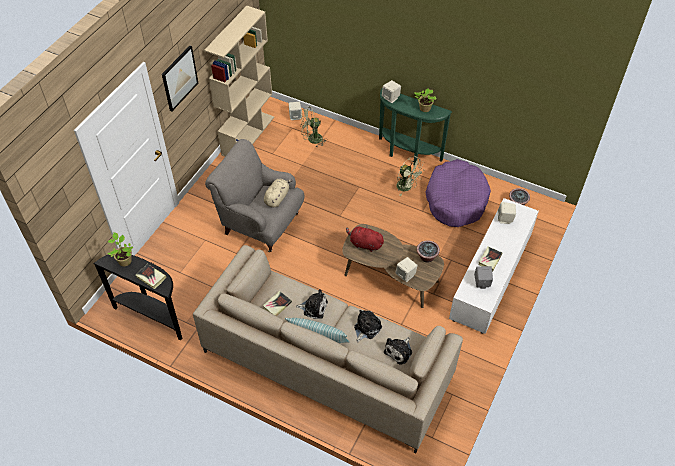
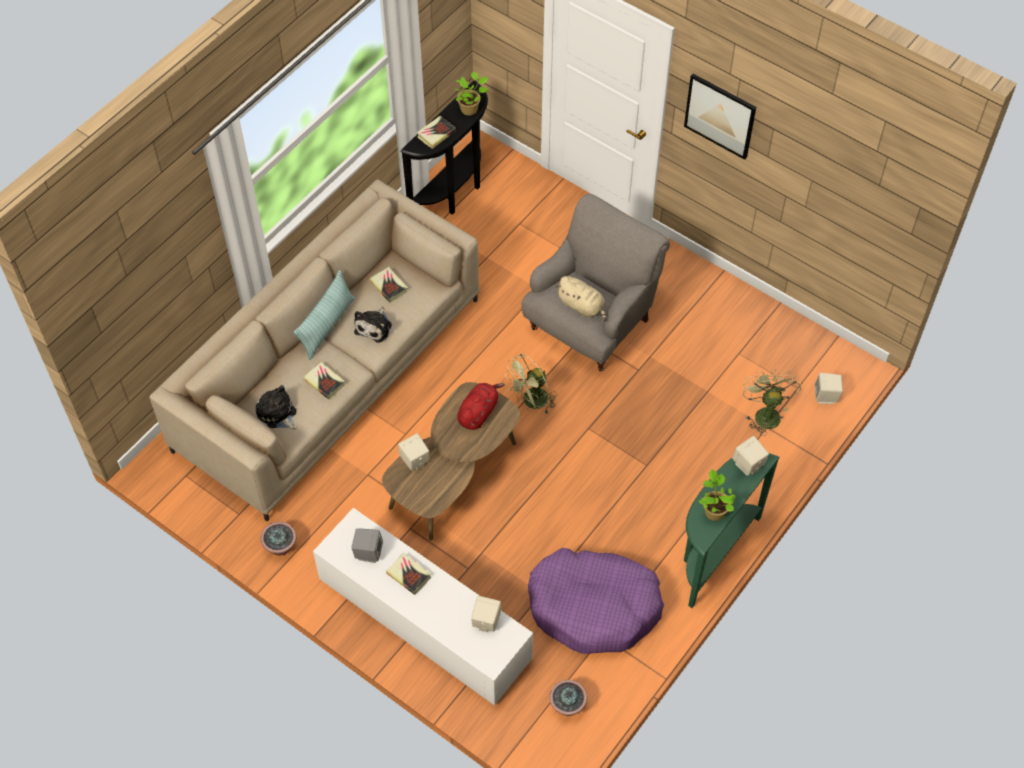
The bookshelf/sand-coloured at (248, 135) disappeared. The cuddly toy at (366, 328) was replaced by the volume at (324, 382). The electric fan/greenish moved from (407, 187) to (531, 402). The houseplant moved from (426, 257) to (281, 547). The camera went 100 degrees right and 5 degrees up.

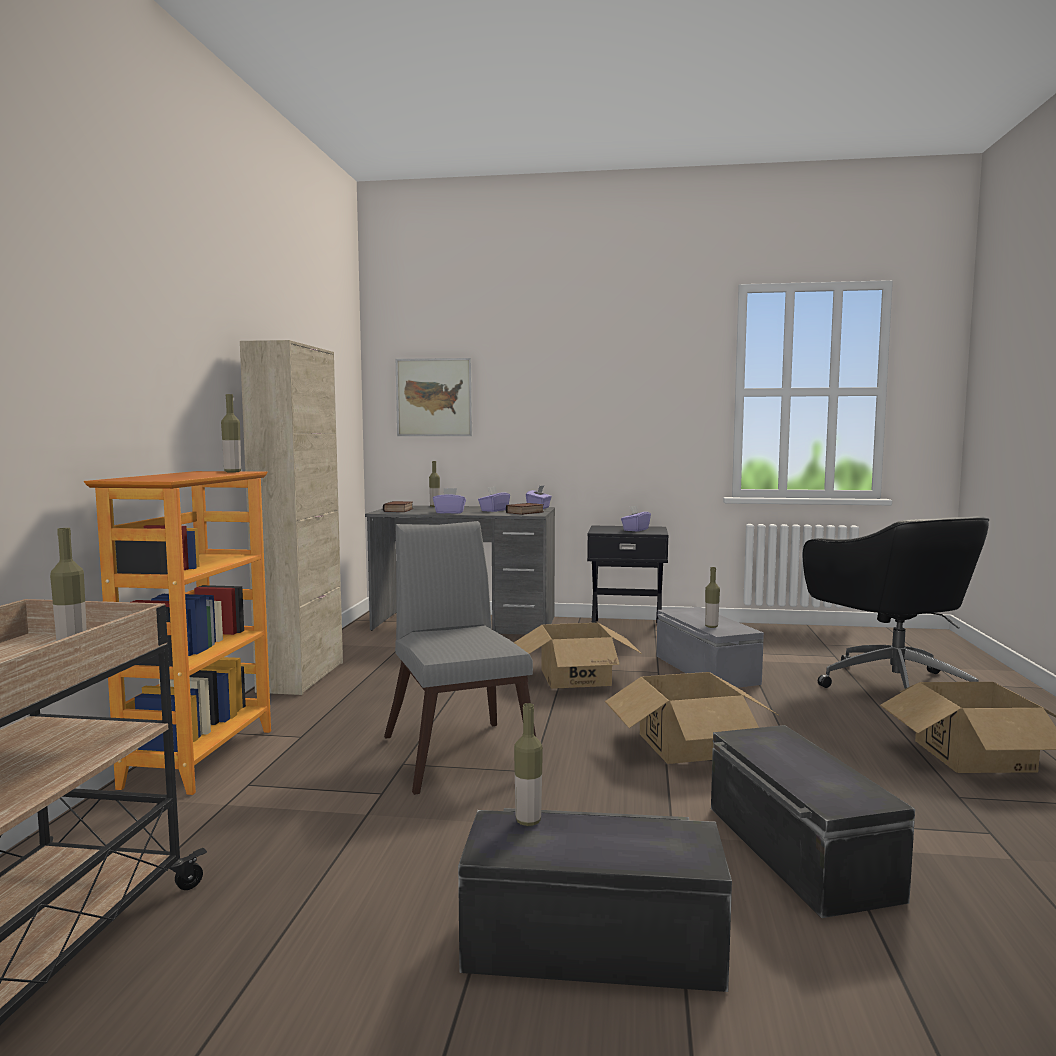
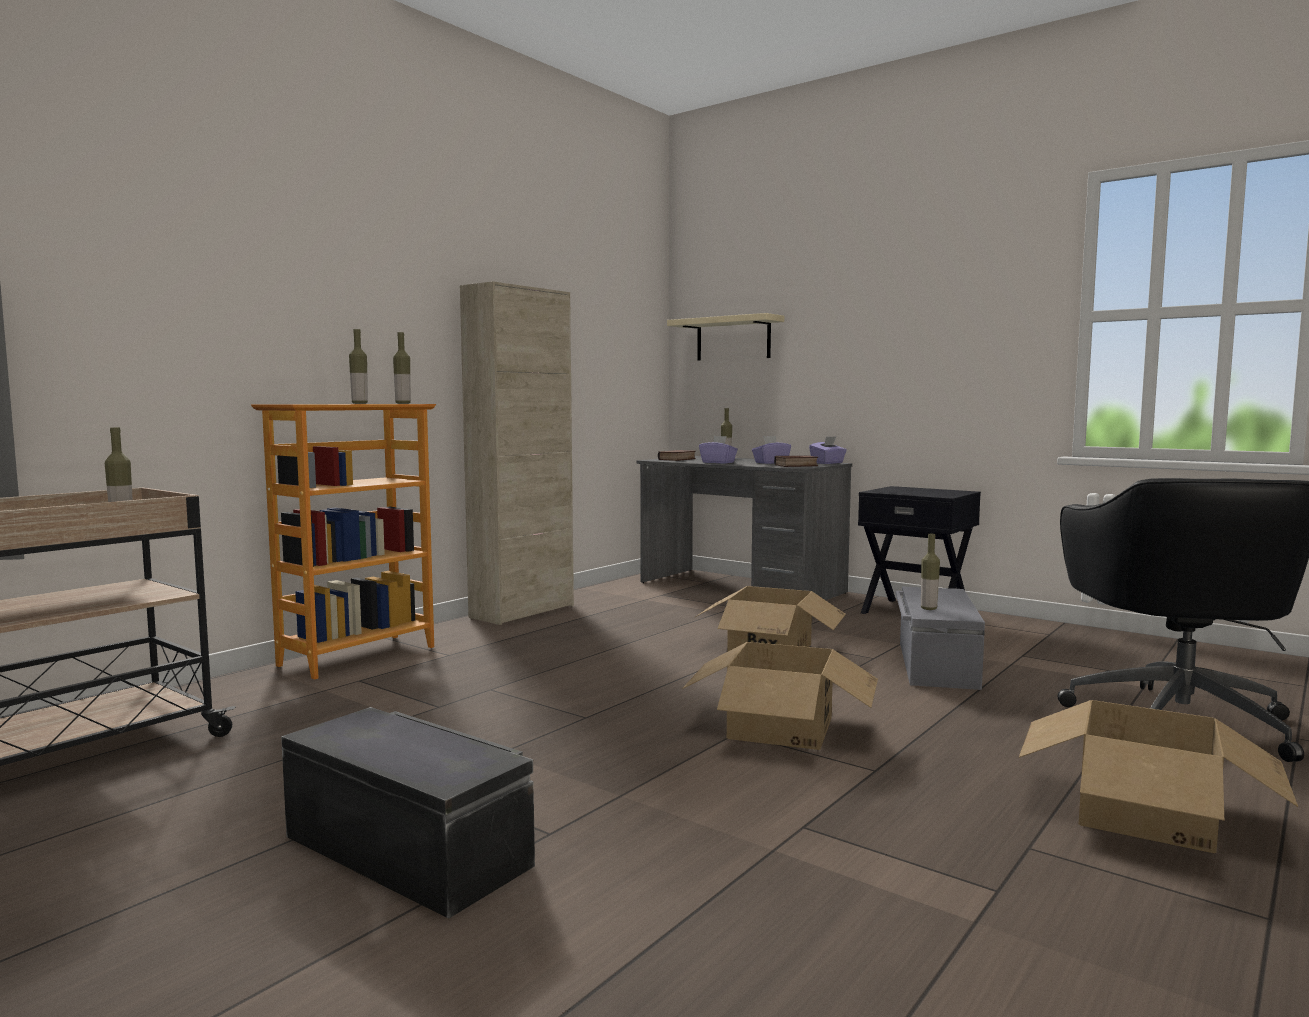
The chair/grey at (458, 750) disappeared. The wall picture at (434, 397) was replaced by the shelf/sand-coloured at (733, 339). The drink bottle moved from (528, 821) to (359, 403). The box of tissues/purple at (635, 530) disappeared. The storage box/black-coloured at (796, 851) disappeared. The camera went 30 degrees right and 0 degrees up.

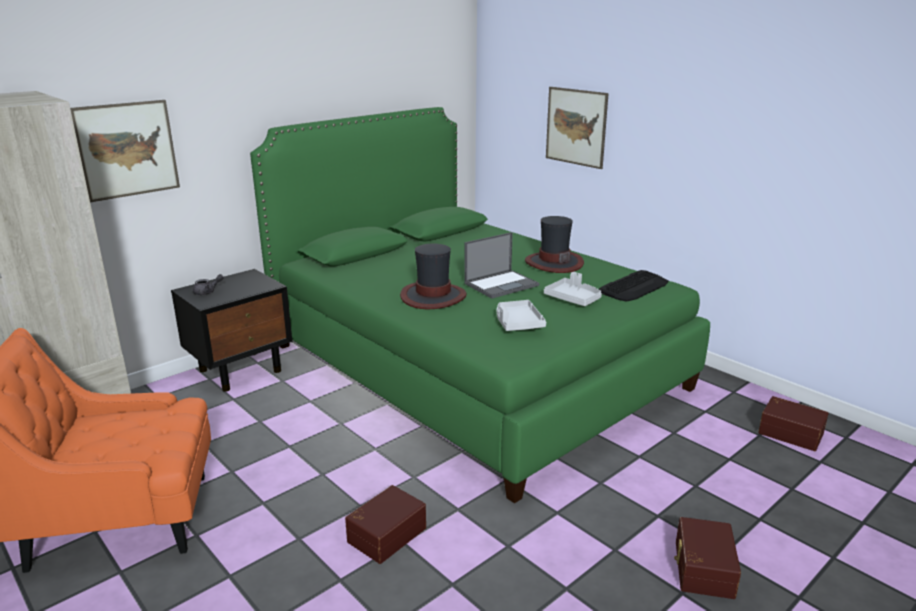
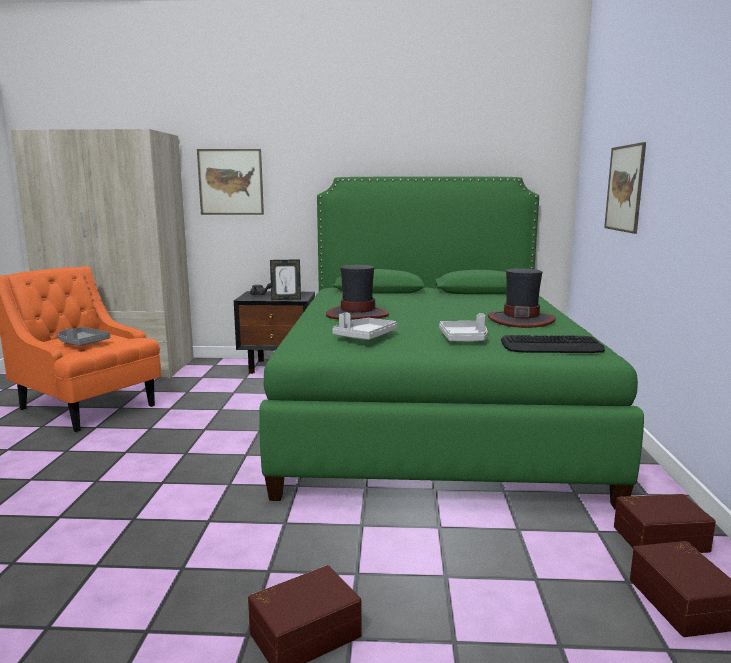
The storage box/brownish moved from (385, 534) to (659, 537). The laptop at (502, 284) disappeared. The carrying tray/grey at (82, 343) appeared. The picture frame at (286, 299) appeared. The camera went 45 degrees right and 10 degrees down.

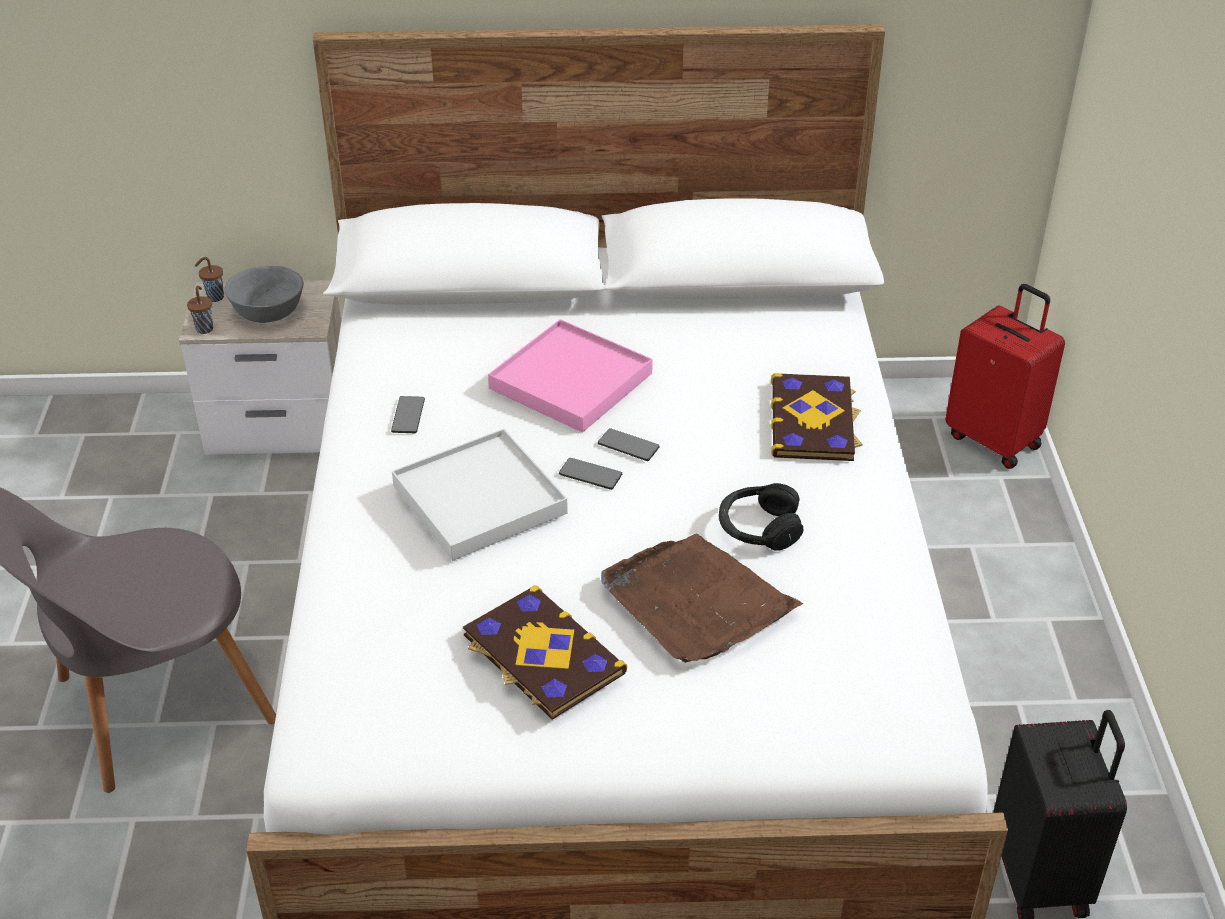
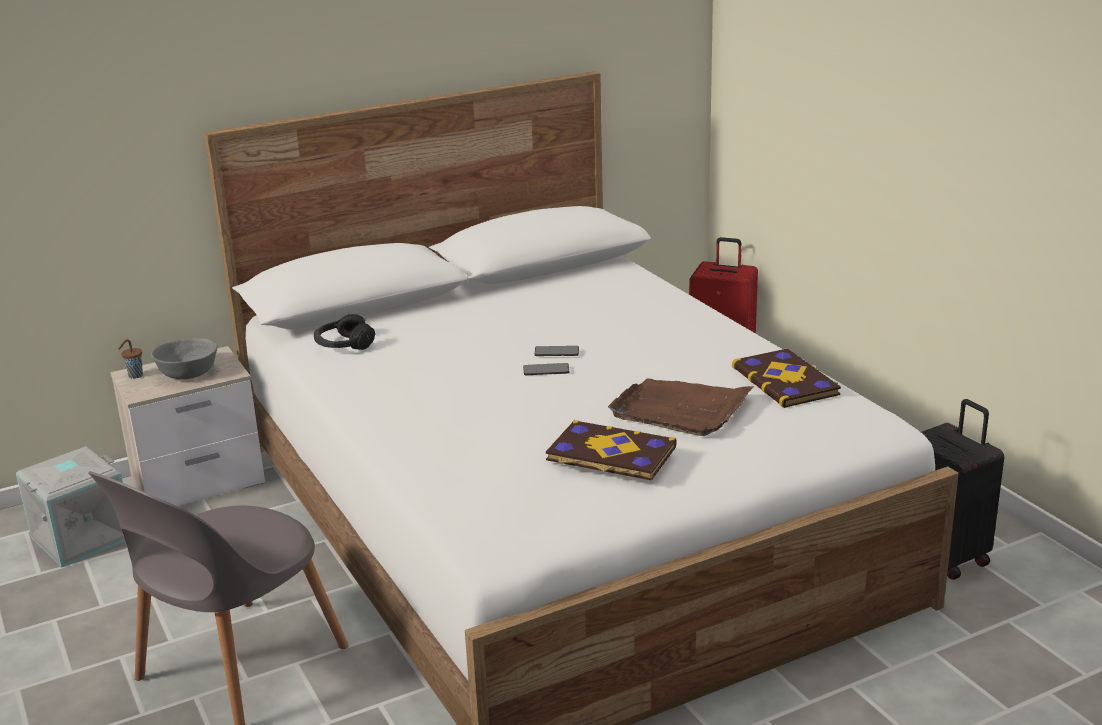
The small cup/brownish at (205, 328) disappeared. The telephone at (408, 416) disappeared. The carrying tray/white-coloured at (479, 500) disappeared. The carrying tray/pink-coloured at (571, 381) disappeared. The headset/black-coloured moved from (759, 528) to (343, 345). The volume moved from (813, 420) to (786, 381). The storage box/grey at (82, 536) appeared. The camera went 25 degrees left and 15 degrees down.

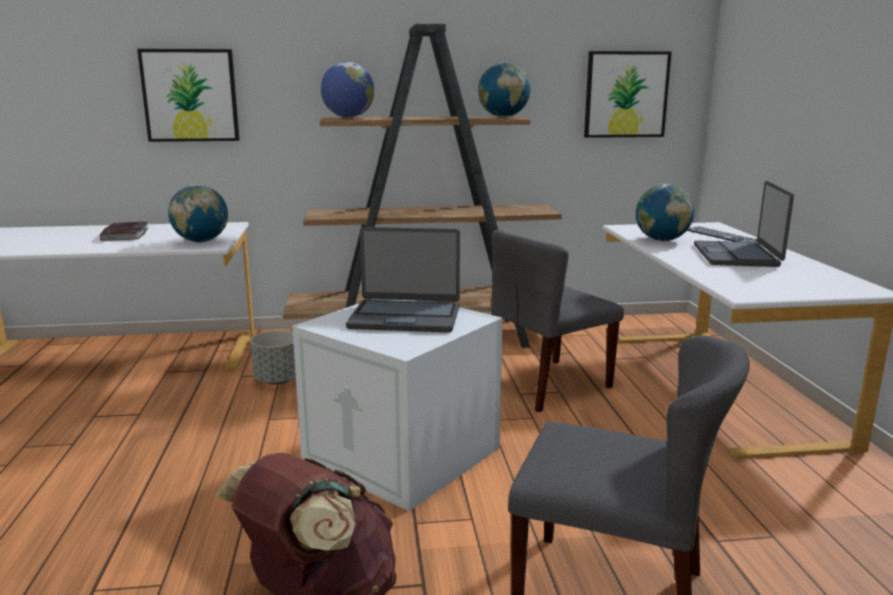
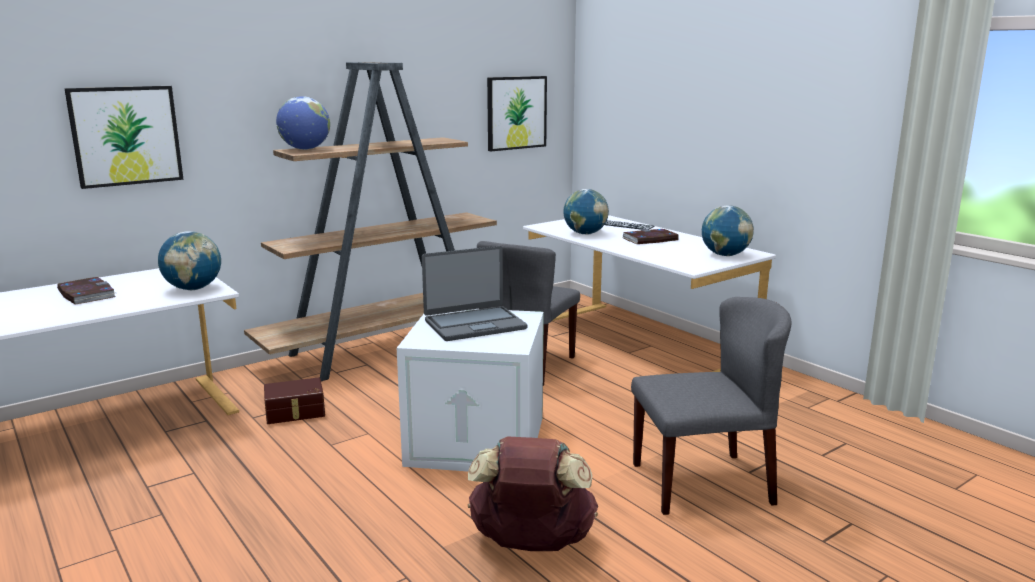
The plant pot/grey at (278, 380) was replaced by the storage box/brownish at (295, 412). The world globe moved from (503, 117) to (725, 255). The laptop at (737, 256) was replaced by the volume at (650, 239). The camera went 30 degrees left and 0 degrees up.

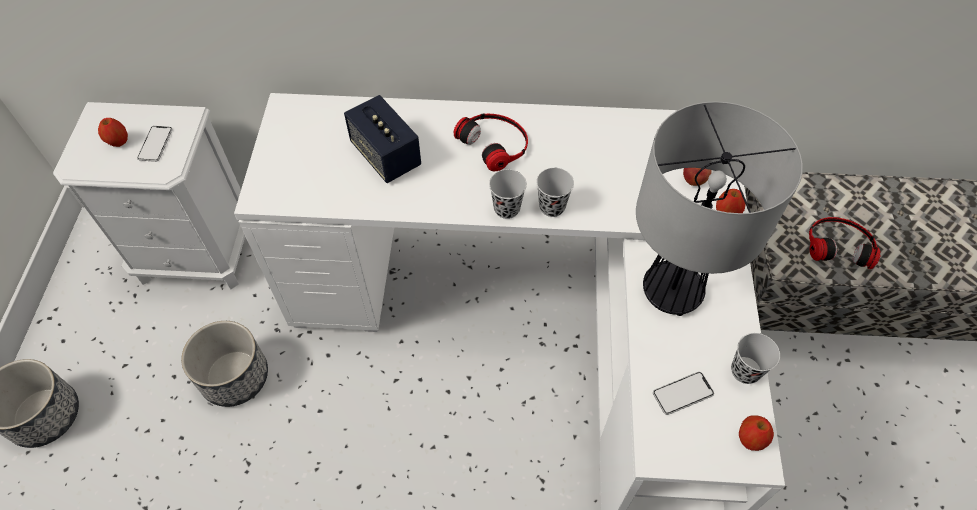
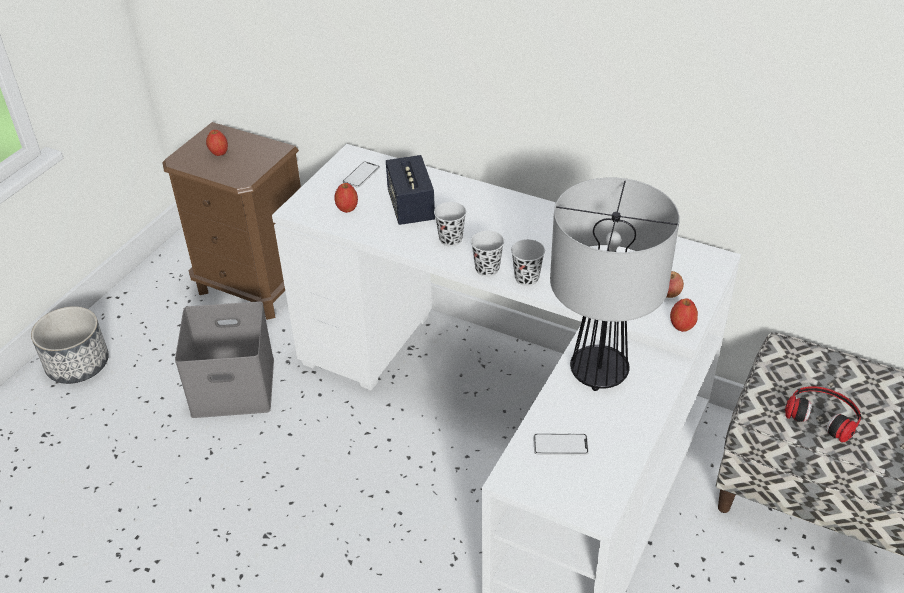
The nightstand/white-coloured at (198, 253) became the nightstand/brownish at (254, 285). The telephone moved from (155, 144) to (361, 175). The plant pot at (235, 376) was replaced by the storage box/grey at (235, 385). The headset at (495, 143) disappeared. The small cup/black-coloured moved from (745, 371) to (450, 239). The whole apple moved from (750, 439) to (347, 208). The camera went 25 degrees right and 15 degrees down.

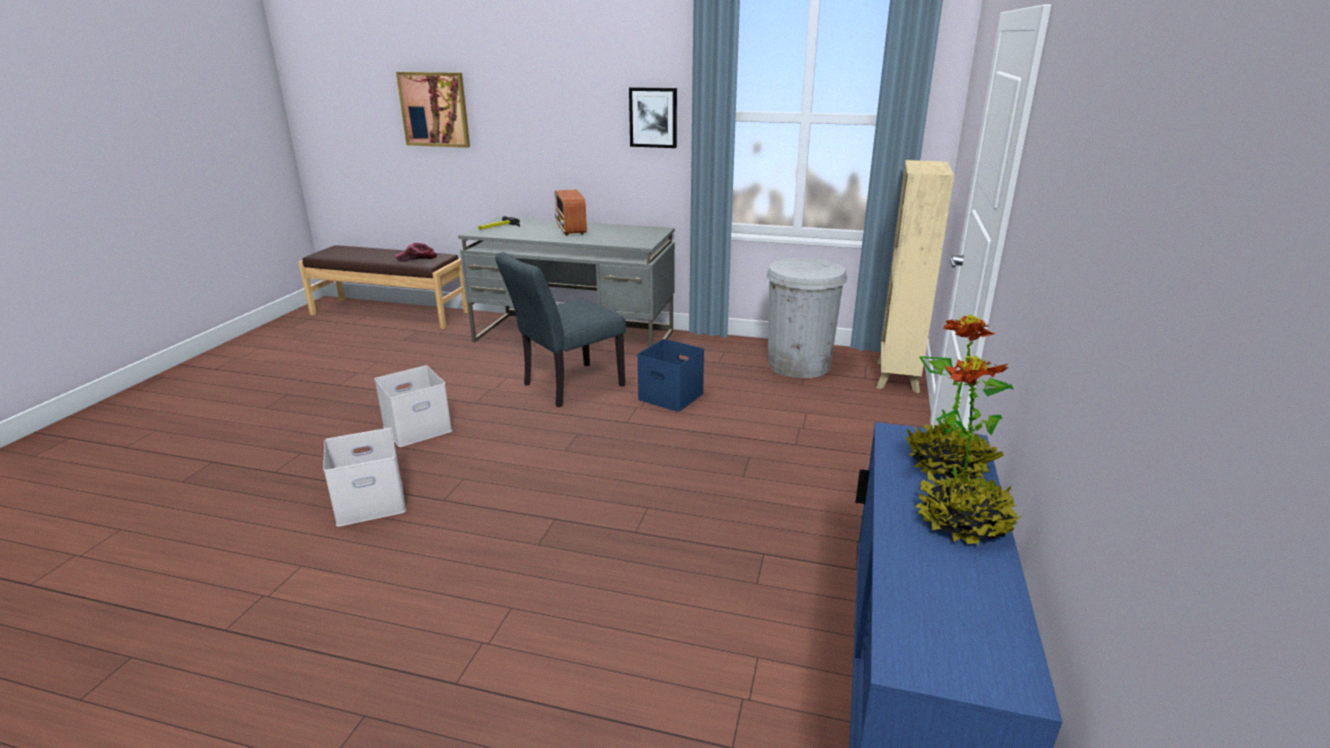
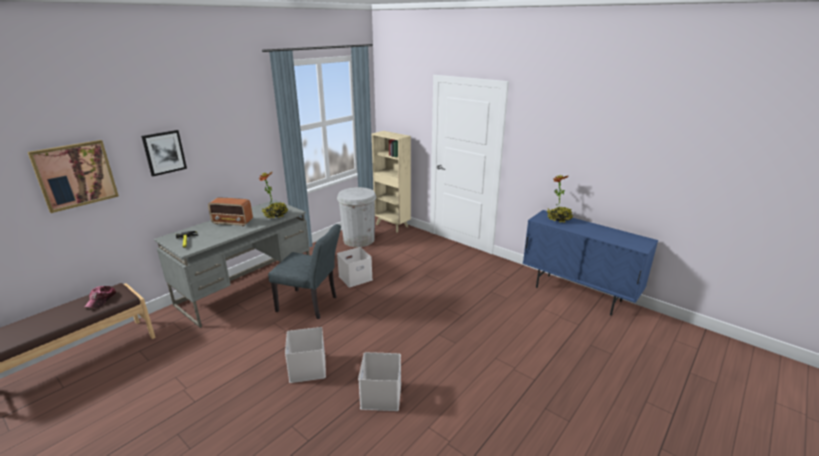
The chair/grey at (566, 387) turned 60 degrees counterclockwise. The wall picture moved from (653, 117) to (164, 152). The storage box/blue-coloured at (669, 396) became the storage box/white-coloured at (355, 278). The houseplant moved from (962, 522) to (275, 215). The camera went 65 degrees left and 0 degrees up.

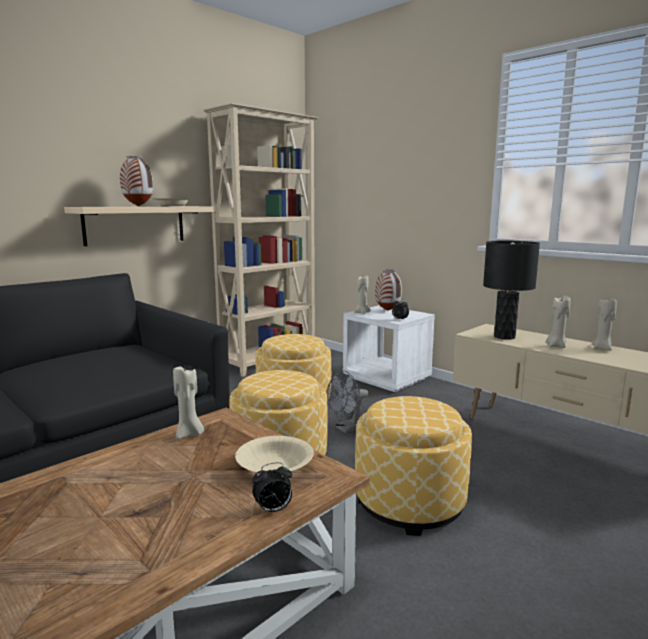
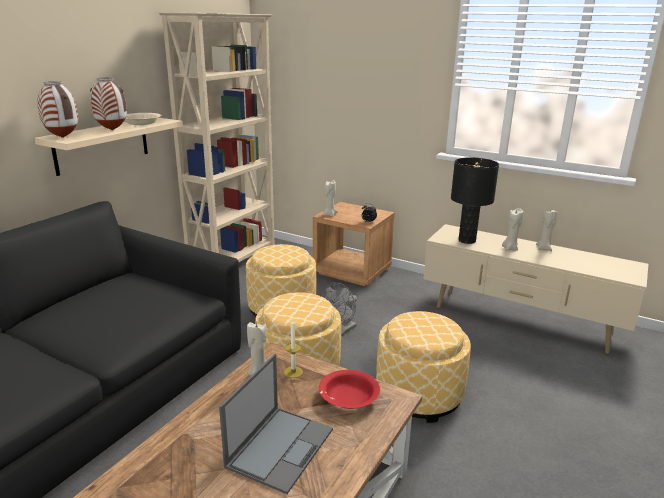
The bowl/sand-coloured at (274, 466) became the bowl/red at (348, 397). The bedside clock at (273, 510) disappeared. The nightstand/white-coloured at (387, 378) became the nightstand/brownish at (352, 271). The vase moved from (388, 310) to (63, 137). The laptop at (281, 447) appeared. The wax candle at (293, 372) appeared. The camera went 15 degrees left and 10 degrees up.

